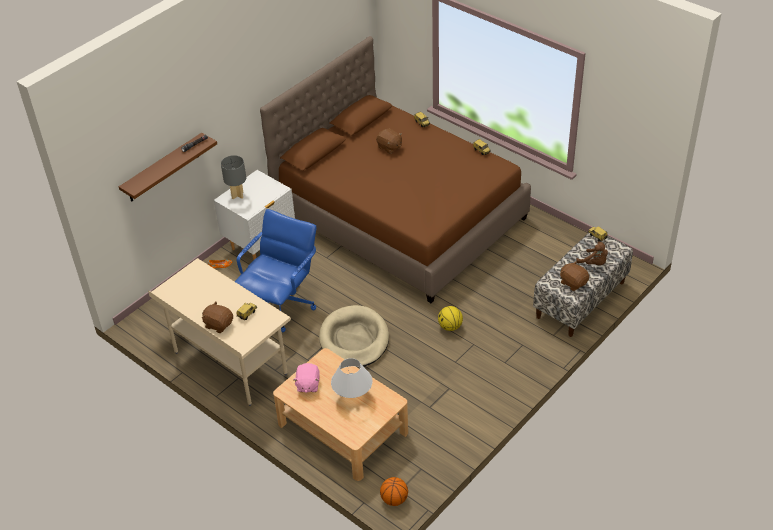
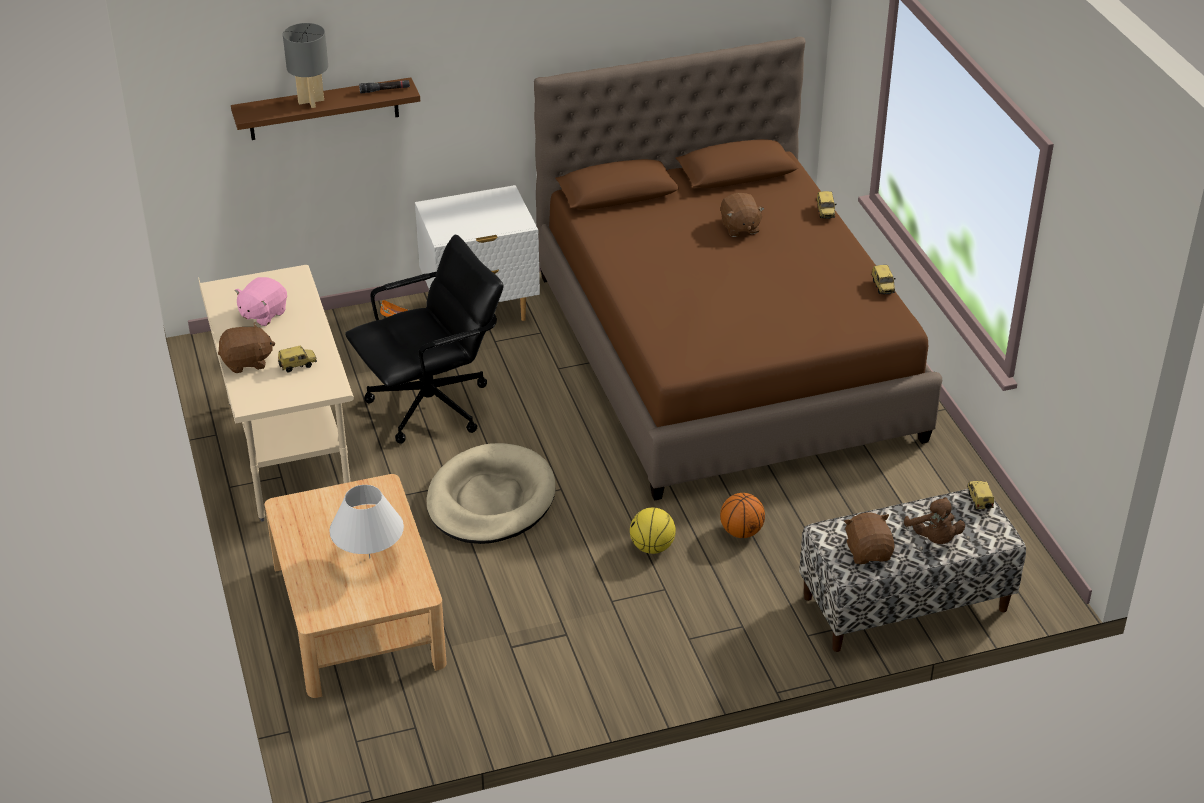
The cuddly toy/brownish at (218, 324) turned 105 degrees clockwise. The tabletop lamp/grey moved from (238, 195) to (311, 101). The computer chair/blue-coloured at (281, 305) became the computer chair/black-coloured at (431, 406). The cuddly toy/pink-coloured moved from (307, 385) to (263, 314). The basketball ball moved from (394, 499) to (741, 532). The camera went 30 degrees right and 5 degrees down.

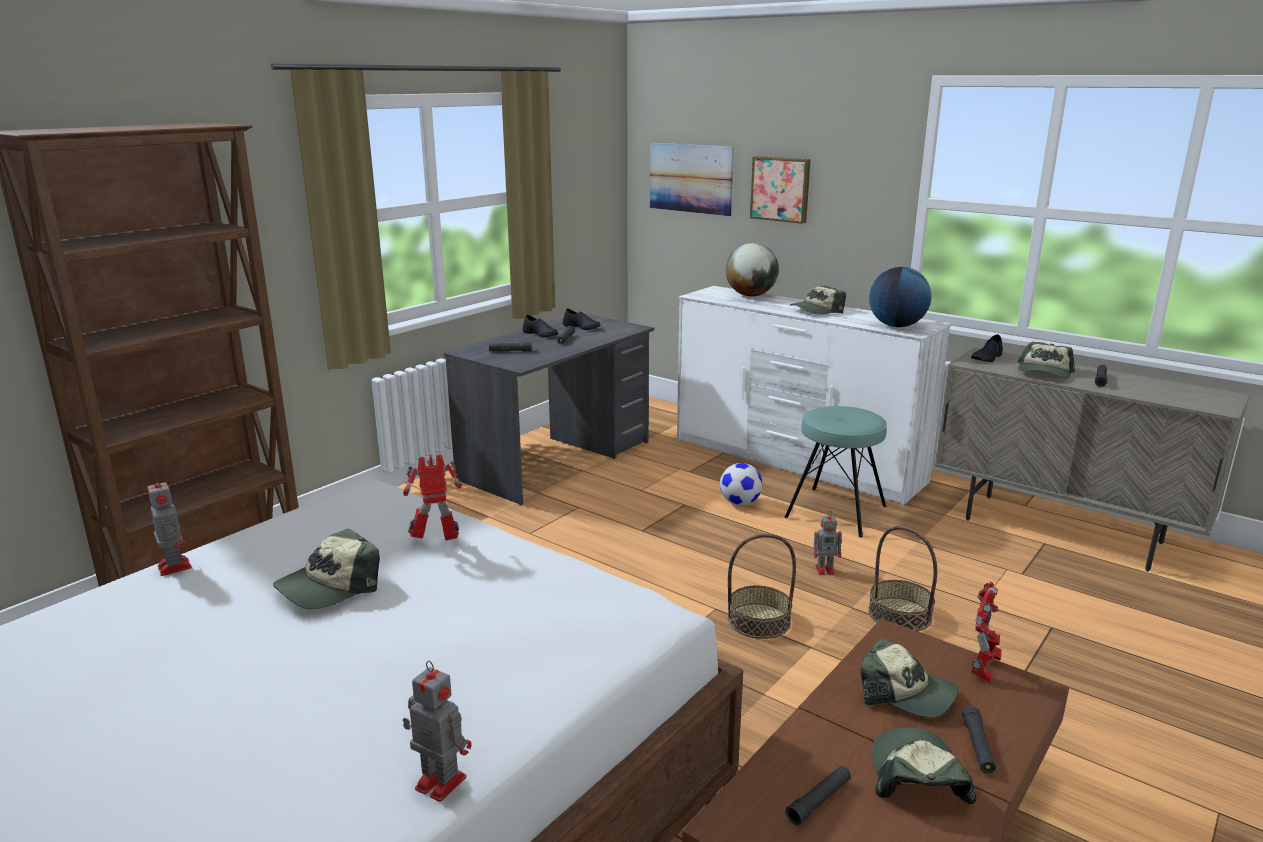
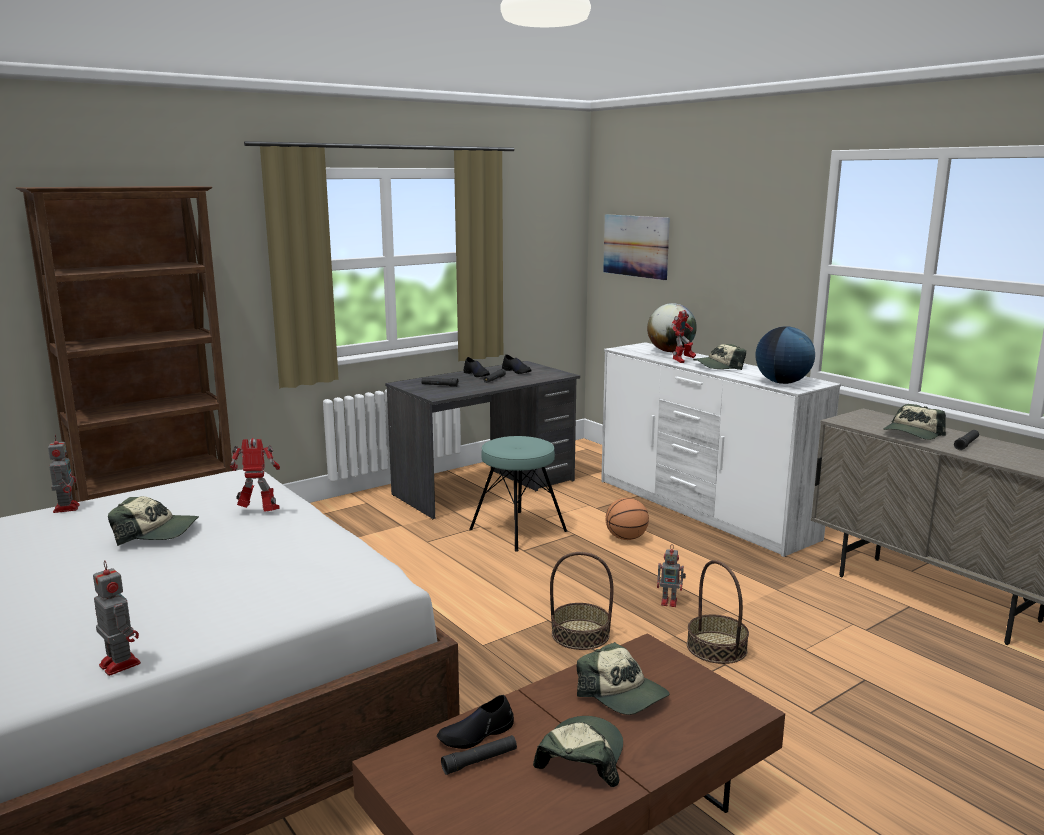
The peaked cap at (329, 586) turned 150 degrees counterclockwise. The football at (740, 503) was replaced by the basketball ball at (626, 538). The wall picture at (781, 189) disappeared. The sitting stool/turquoise moved from (835, 512) to (517, 530). The hand torch/black-coloured at (978, 746) disappeared. The item of footwear/black-coloured moved from (987, 358) to (476, 734). The toy robot moved from (983, 670) to (682, 361). The camera went 15 degrees right and 5 degrees down.

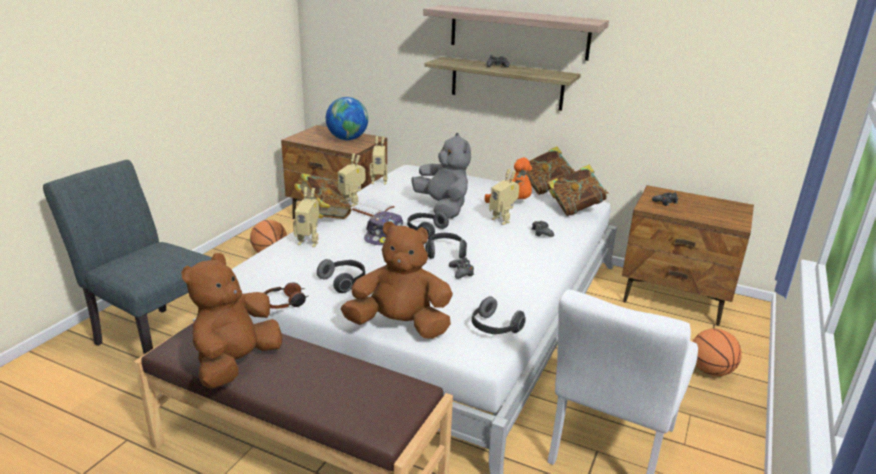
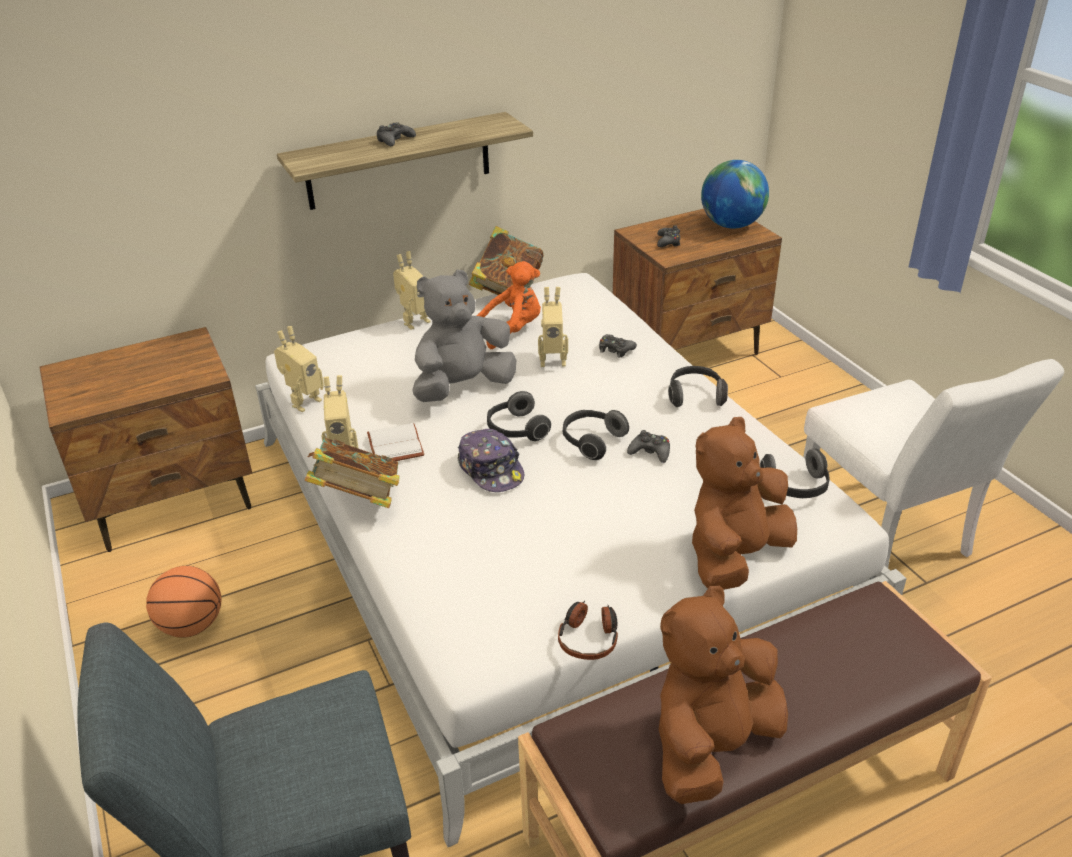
The cuddly toy/brownish at (236, 364) turned 75 degrees clockwise. The toy robot moved from (309, 242) to (414, 321). The headset moved from (344, 282) to (695, 396). The world globe moved from (347, 139) to (731, 225). The cuddly toy/grey at (443, 208) turned 45 degrees counterclockwise. The shelf at (518, 32) disappeared. The volume at (575, 209) disappeared. The basketball ball at (710, 371) disappeared. The camera went 50 degrees left and 10 degrees up.

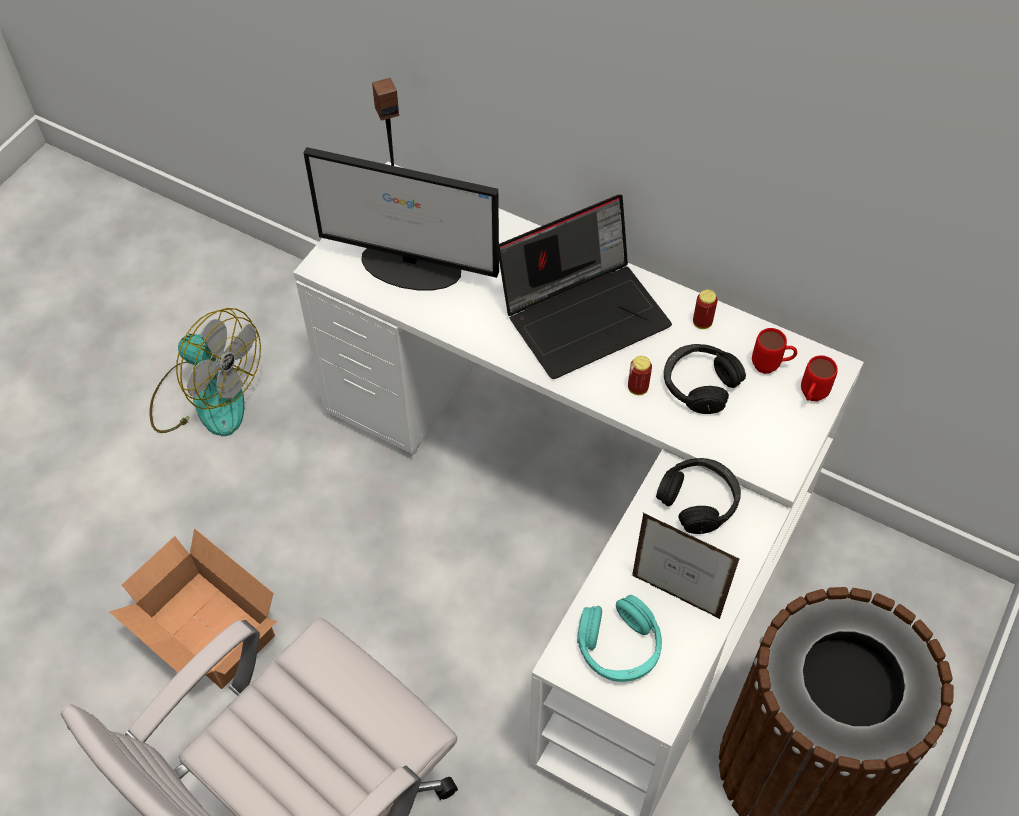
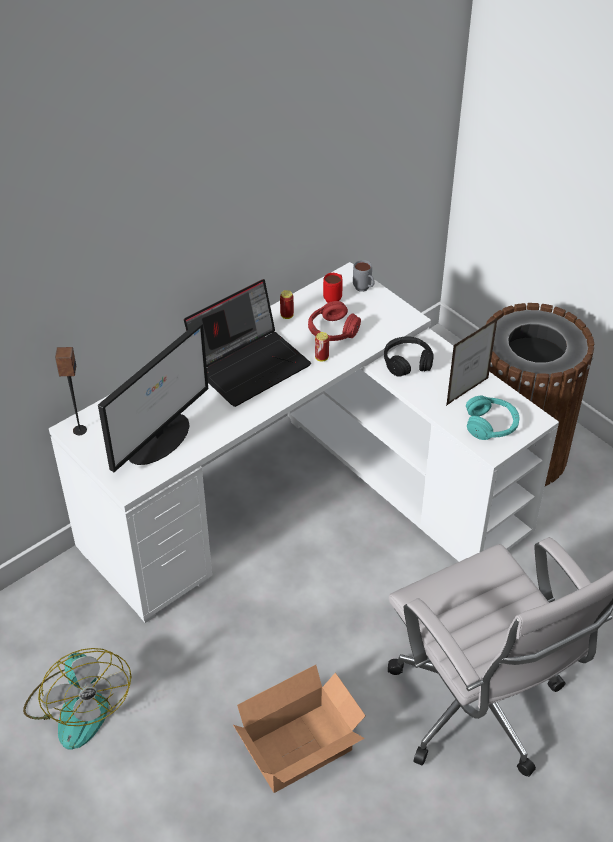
The electric fan at (206, 396) turned 105 degrees clockwise. The laptop at (585, 313) turned 60 degrees clockwise. The headset/black-coloured at (699, 384) became the headset/red at (332, 331). The tea mug/red at (811, 397) became the tea mug/grey at (364, 289). The camera went 70 degrees left and 10 degrees down.

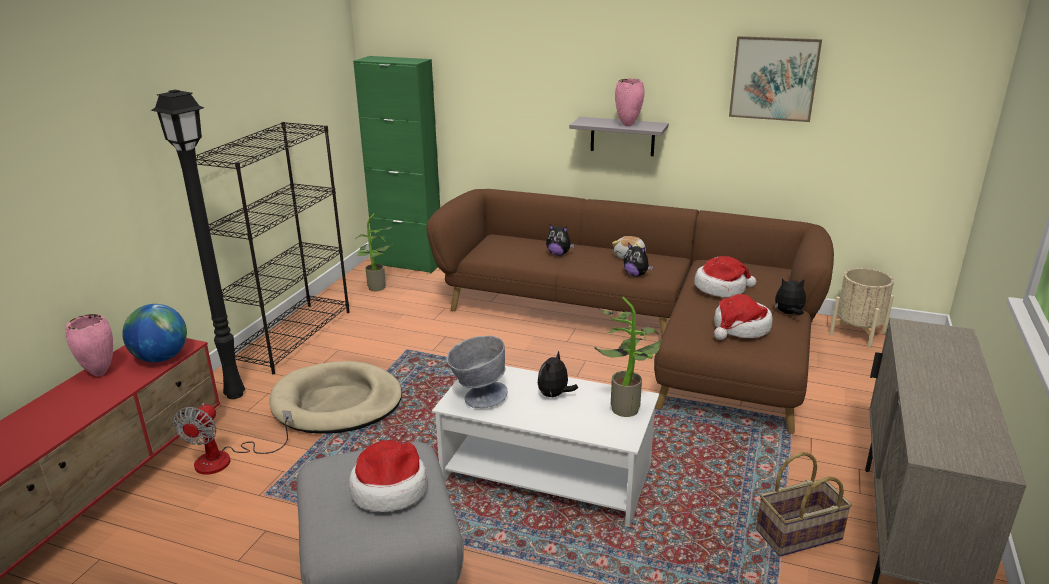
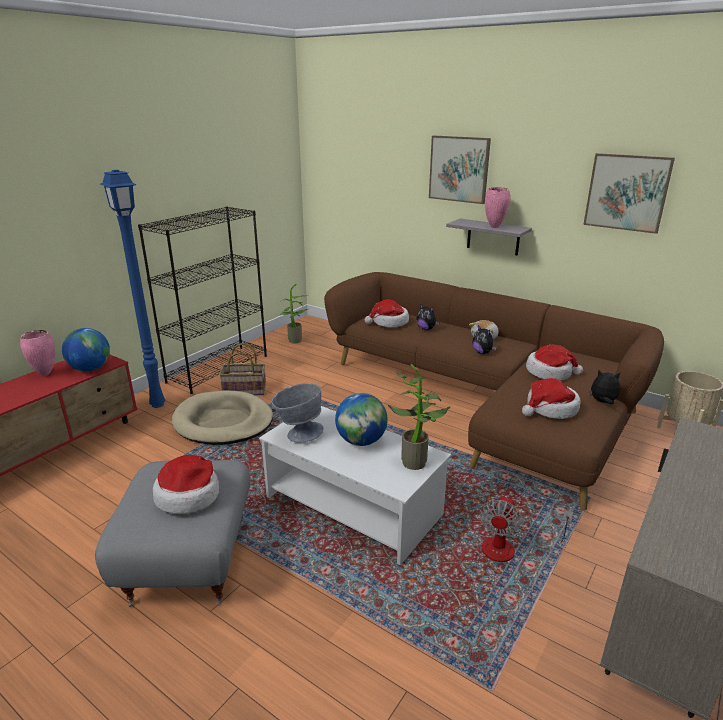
The standard lamp/black-coloured at (233, 395) became the standard lamp/blue-coloured at (156, 404). The electric fan moved from (226, 459) to (509, 548). The cabinet/greenish at (408, 263) disappeared. The cuddly toy at (554, 395) was replaced by the world globe at (361, 441). The storage basket moved from (799, 535) to (244, 391). The wearable hat at (389, 322) appeared. The wall picture at (459, 169) appeared. The camera went 15 degrees right and 0 degrees up.

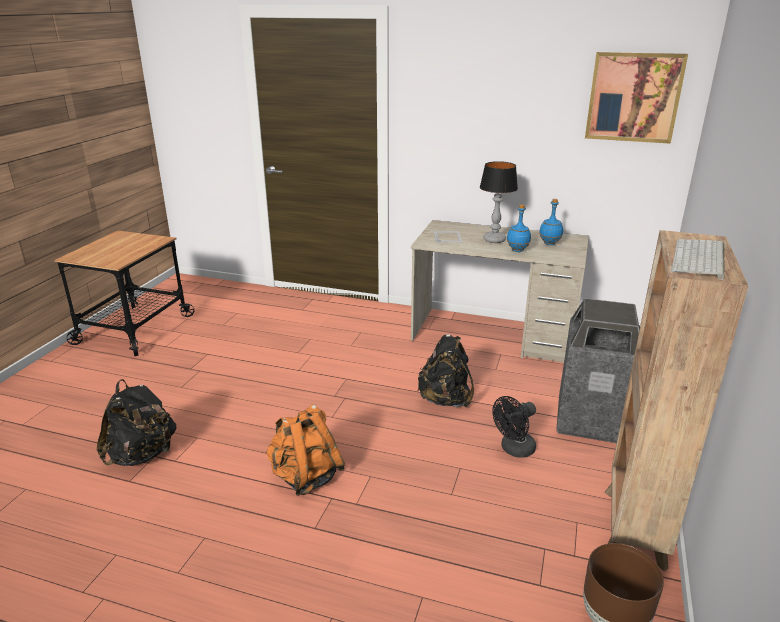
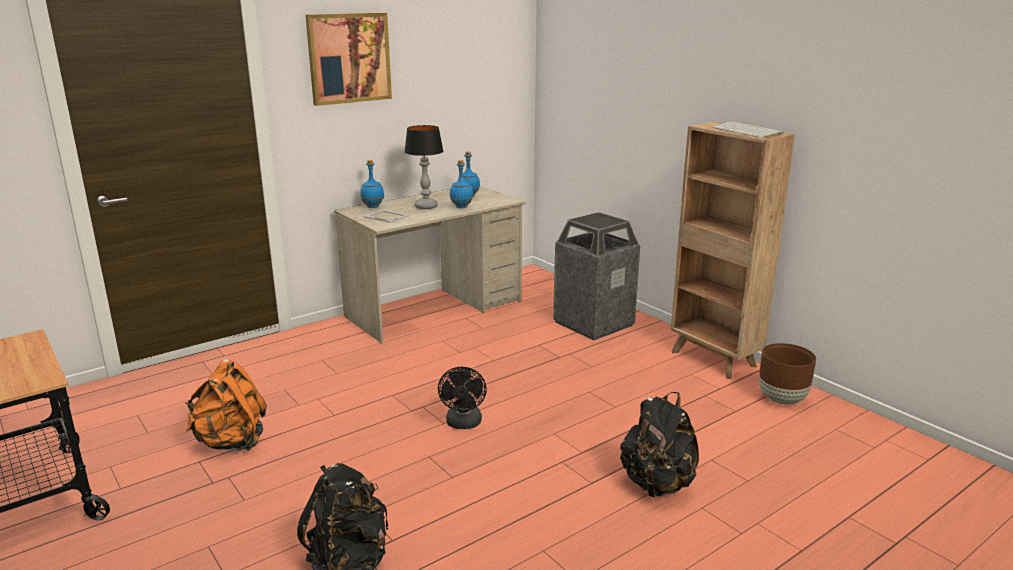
The rucksack/orangey moved from (306, 477) to (232, 442). The rucksack/black-coloured moved from (445, 399) to (657, 484). The electric fan/black-coloured moved from (514, 450) to (464, 424). The wall picture moved from (633, 97) to (349, 58). The drink bottle/blue-coloured at (373, 207) appeared. The camera went 55 degrees left and 5 degrees down.

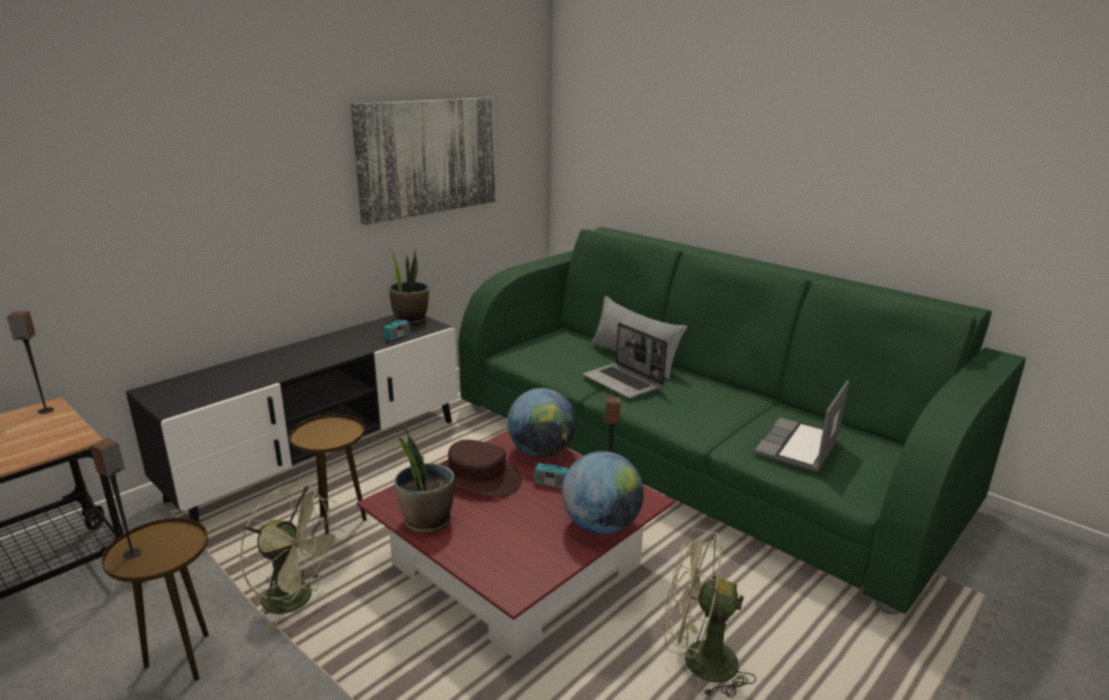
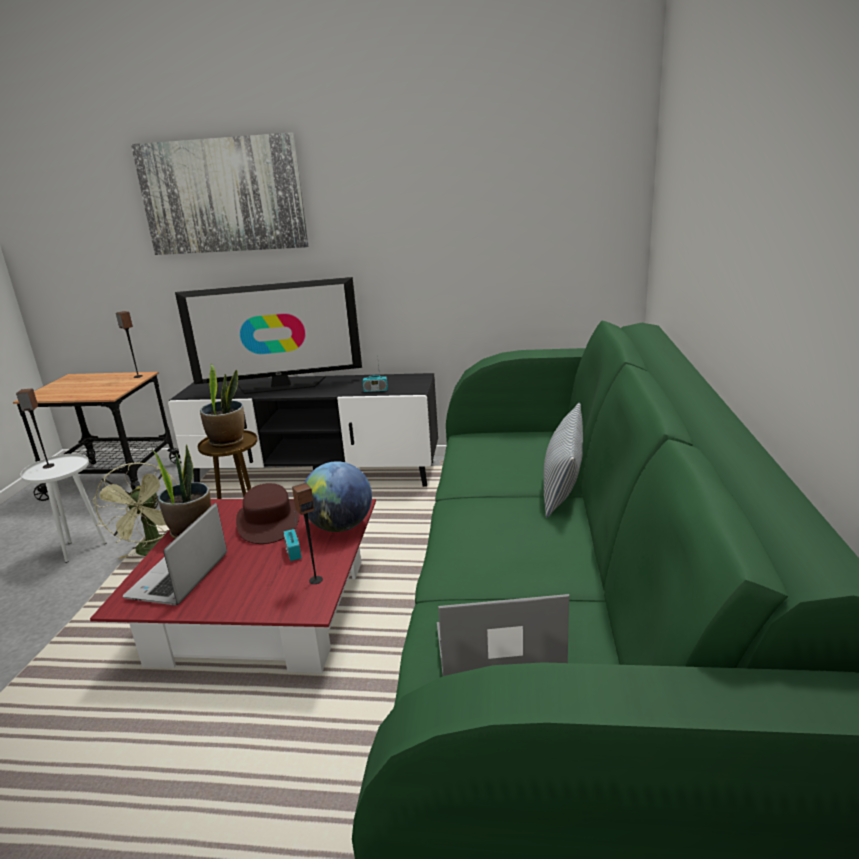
The end table/brownish at (183, 659) became the end table/white-coloured at (81, 549). The wall picture moved from (428, 157) to (222, 196). The houseplant moved from (410, 320) to (227, 441). The world globe at (601, 526) disappeared. The laptop moved from (624, 382) to (179, 578). The electric fan/greenish at (698, 662) disappeared. The TV set at (281, 386) appeared. The camera went 55 degrees right and 0 degrees up.

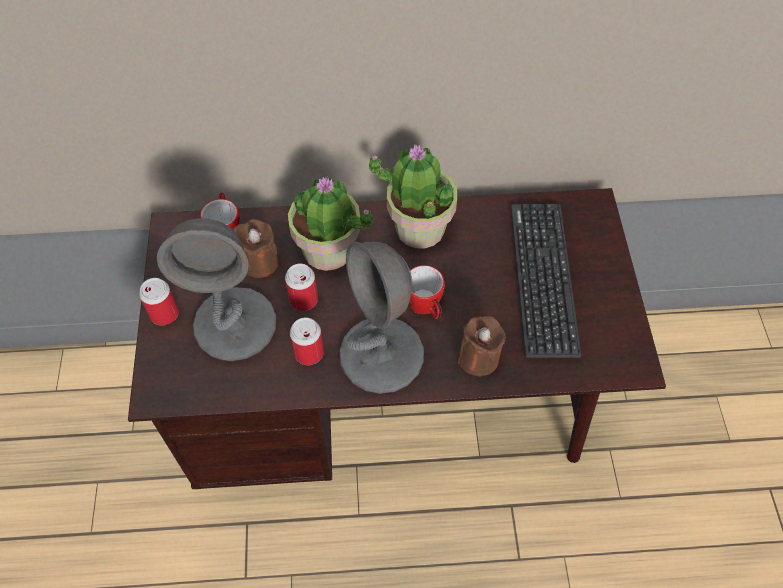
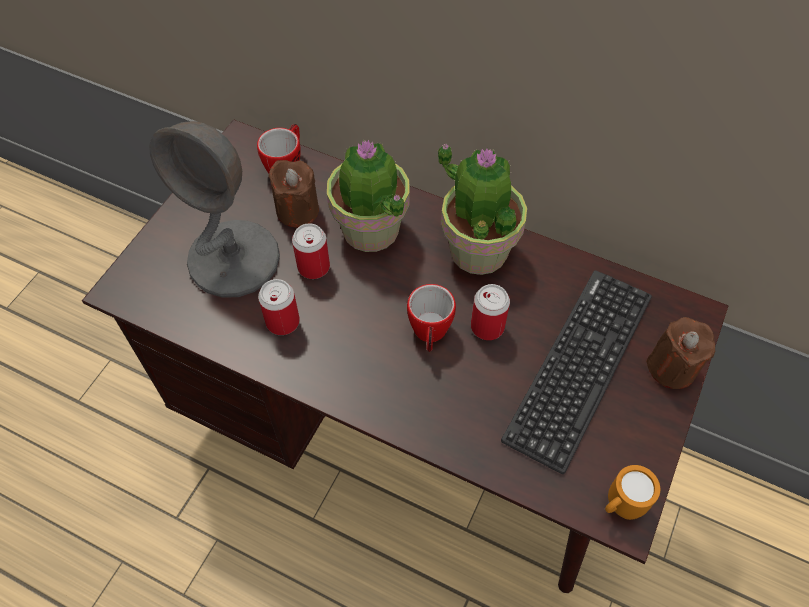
The metal can moved from (164, 313) to (487, 326). The tabletop lamp/grey at (382, 356) disappeared. The wax candle/brownish moved from (478, 358) to (672, 367). The tea mug/orangey at (620, 507) appeared. The camera went 30 degrees right and 0 degrees up.

